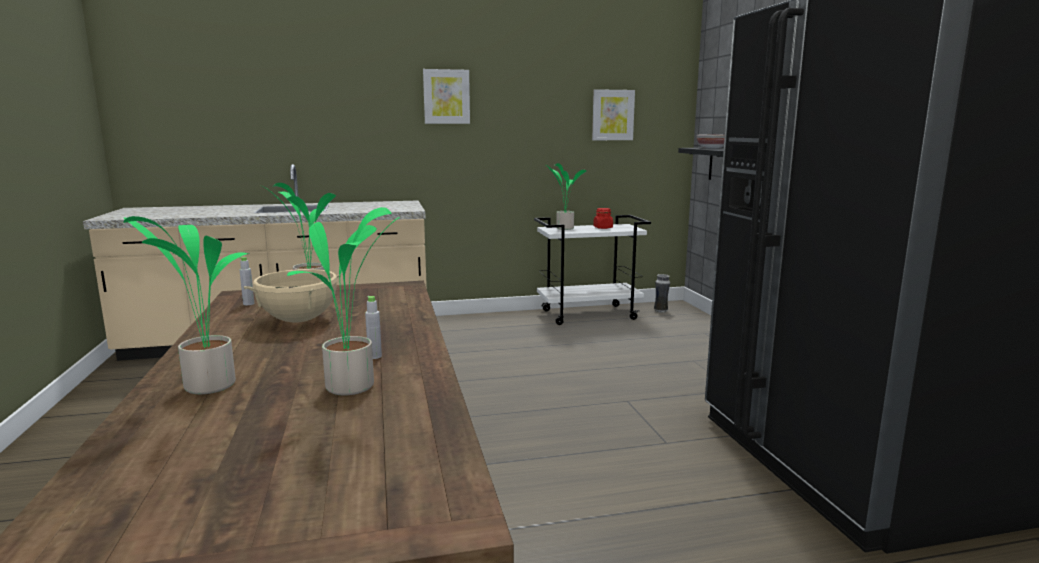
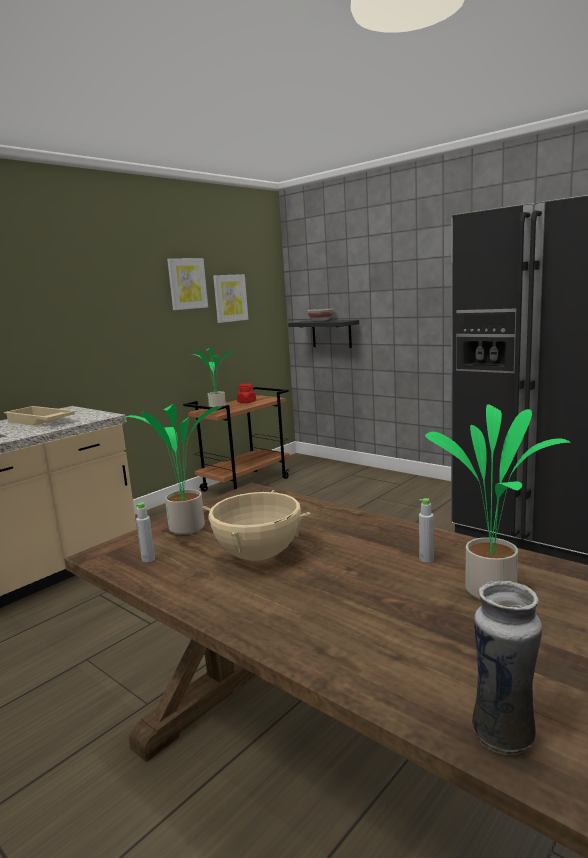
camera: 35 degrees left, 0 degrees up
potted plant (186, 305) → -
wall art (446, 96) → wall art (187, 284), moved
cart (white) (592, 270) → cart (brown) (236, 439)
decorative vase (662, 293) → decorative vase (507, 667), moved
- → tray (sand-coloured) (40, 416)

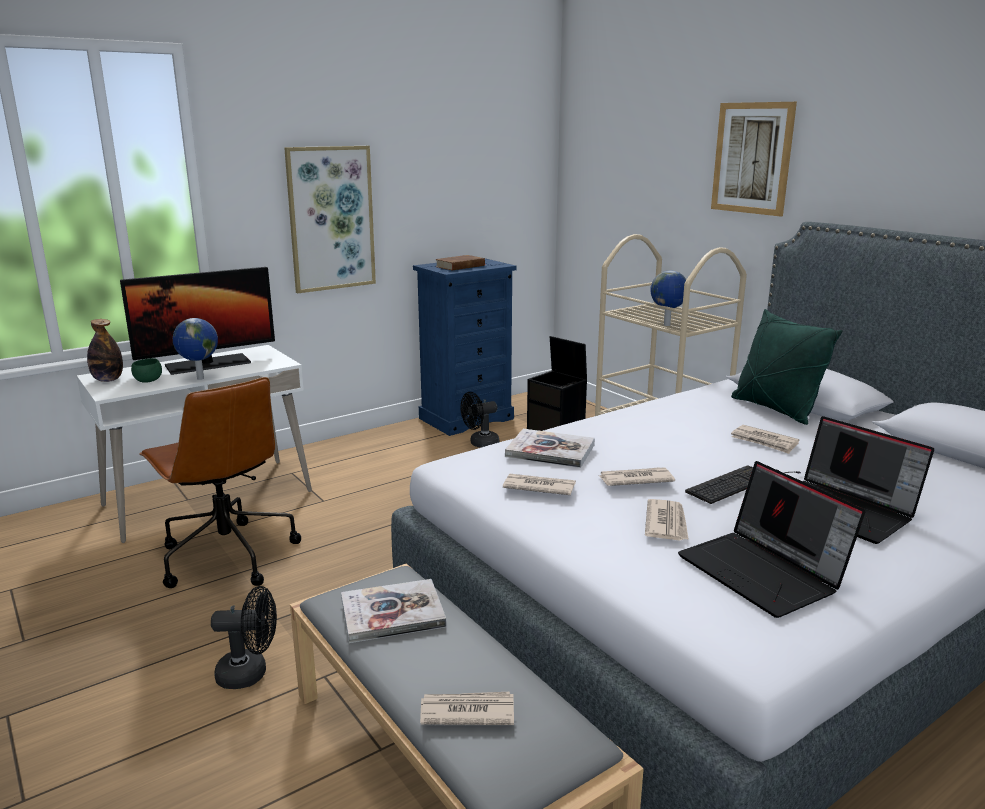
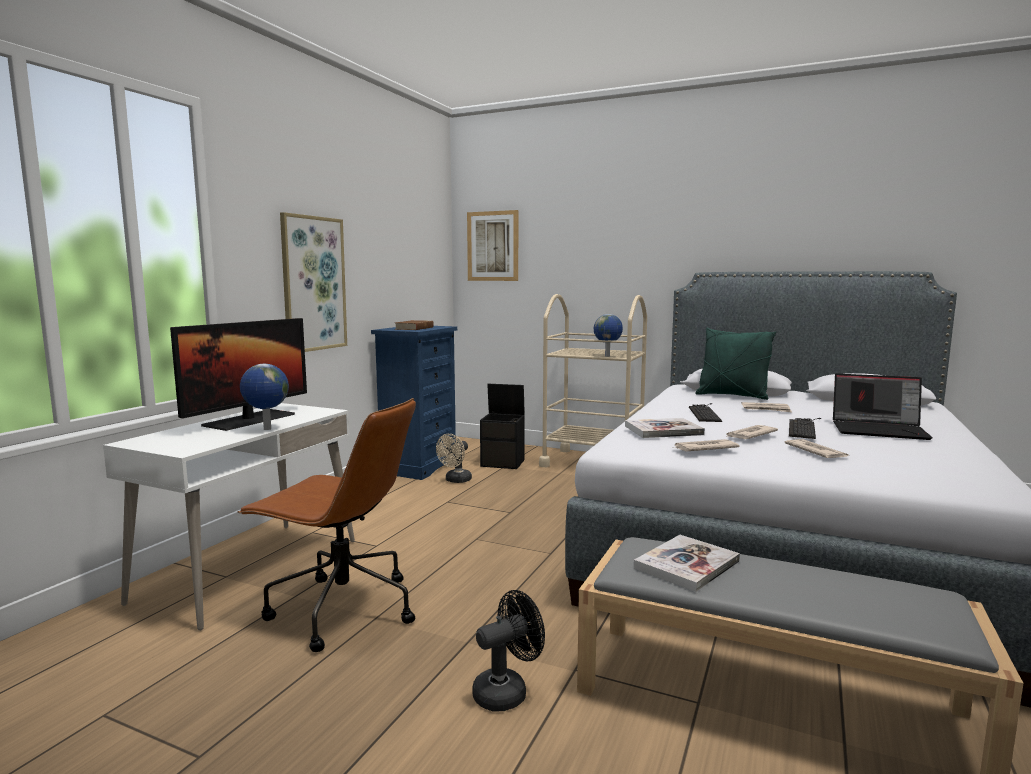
camera: 30 degrees left, 10 degrees down
bottle (105, 350) → -
serving bowl (green) (146, 370) → -
daily paper (467, 708) → -
fan (blackish) (479, 420) → fan (sand-coloured) (454, 458)
notebook computer (771, 539) → -
wall art (754, 159) → wall art (492, 245), moved
- → keyboard (705, 412)

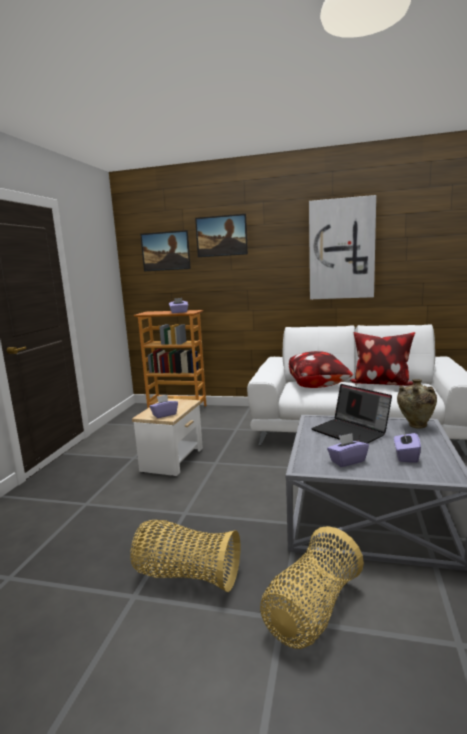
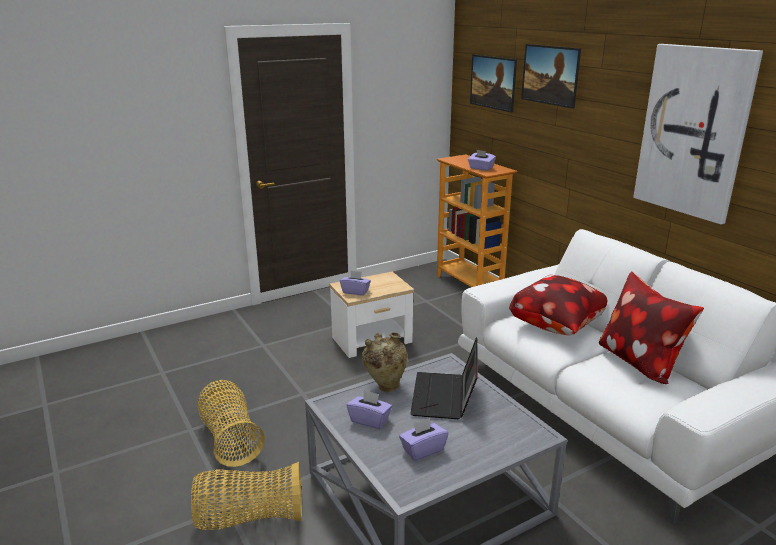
camera: 45 degrees right, 10 degrees up
decorative vase (sand-coloured) (417, 404) → decorative vase (sand-coloured) (385, 362), moved

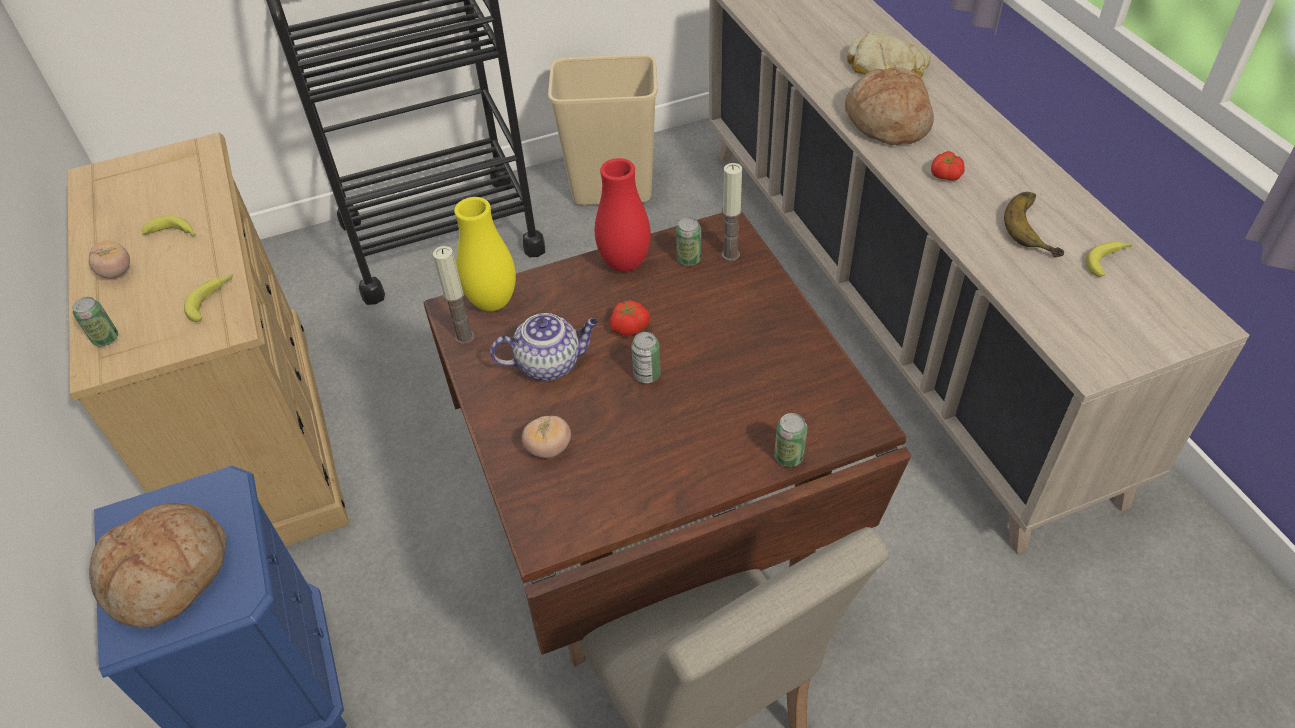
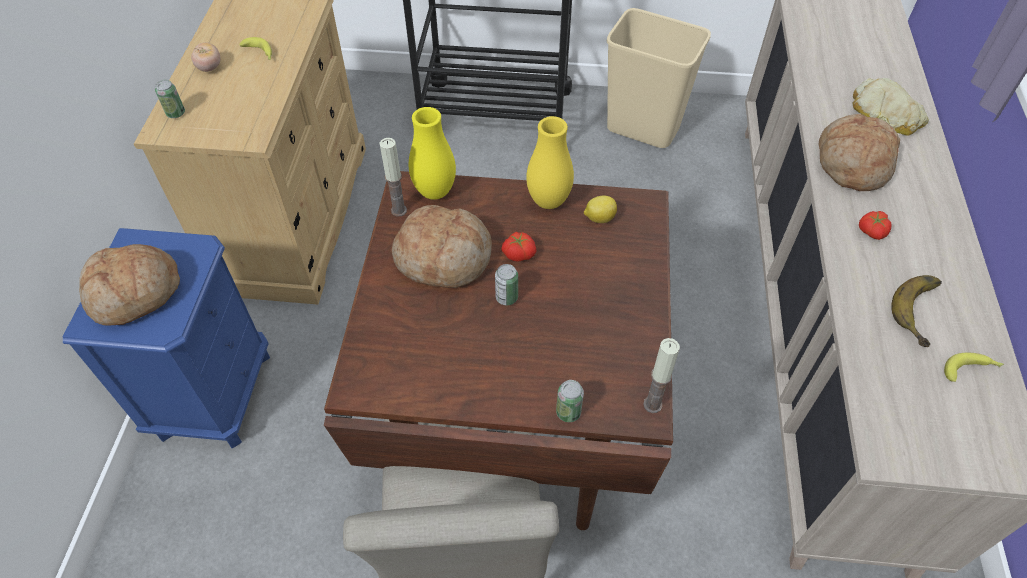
camera: 25 degrees right, 5 degrees up
banana fruit (208, 298) → -
pot for tea (544, 347) → bread (442, 246)
fresh tomato (546, 437) → -
decorative vase (red) (623, 215) → decorative vase (yellowish) (550, 162)
can (688, 241) → citrus fruit (600, 209)
candle (731, 212) → candle (661, 375), moved

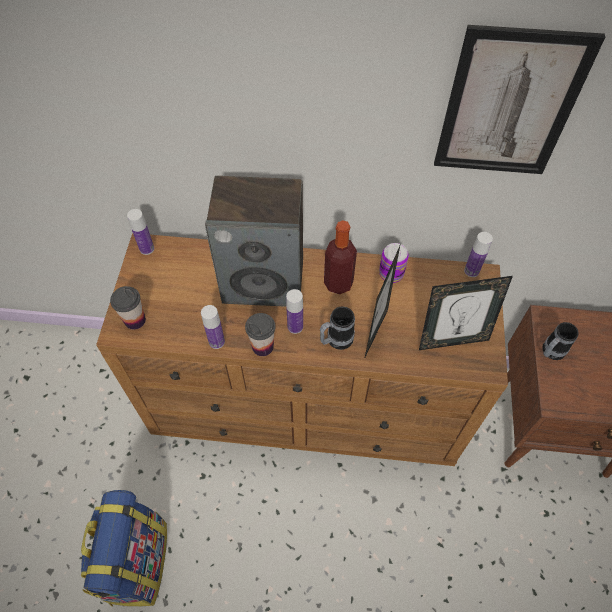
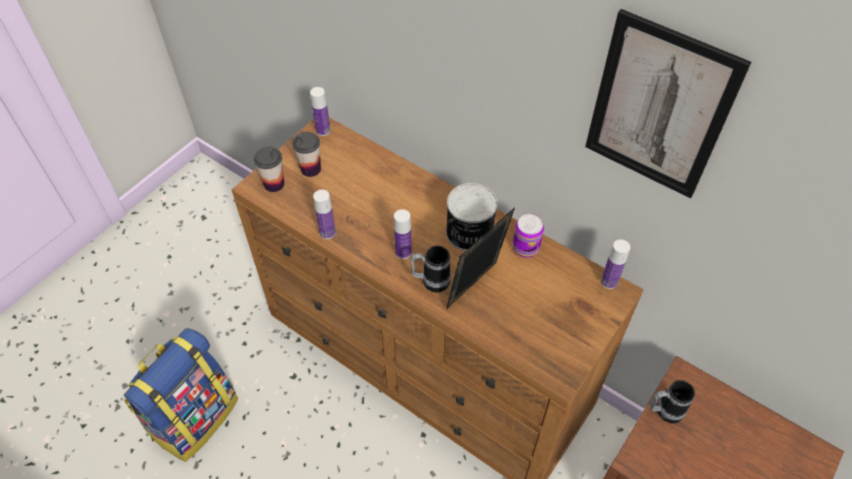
camera: 30 degrees right, 5 degrees down
loudspeaker (254, 241) → -
cup (260, 334) → cup (306, 154), moved
bottle (340, 257) → can (471, 217)
picture frame (466, 313) → -

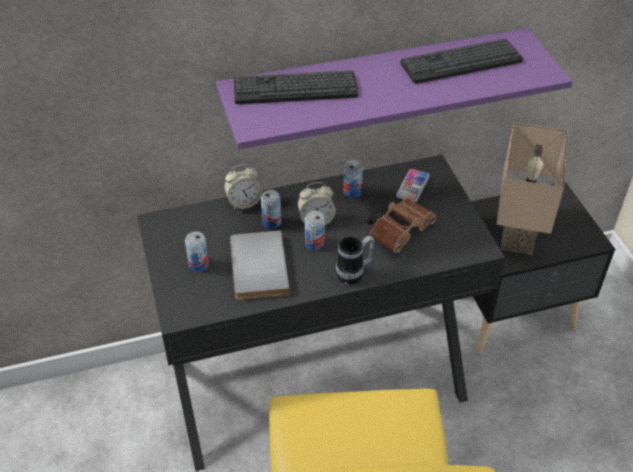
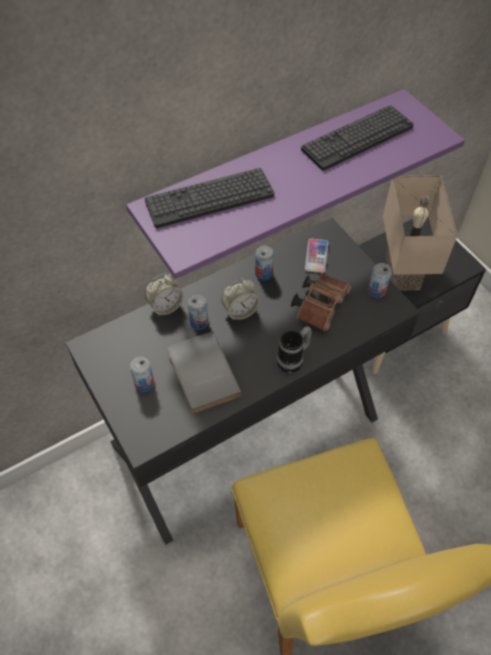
camera: 15 degrees left, 10 degrees up
can (315, 230) → can (380, 280), moved

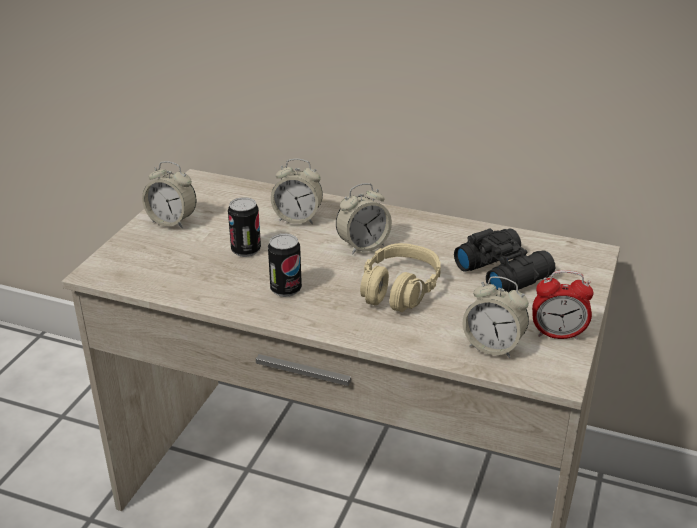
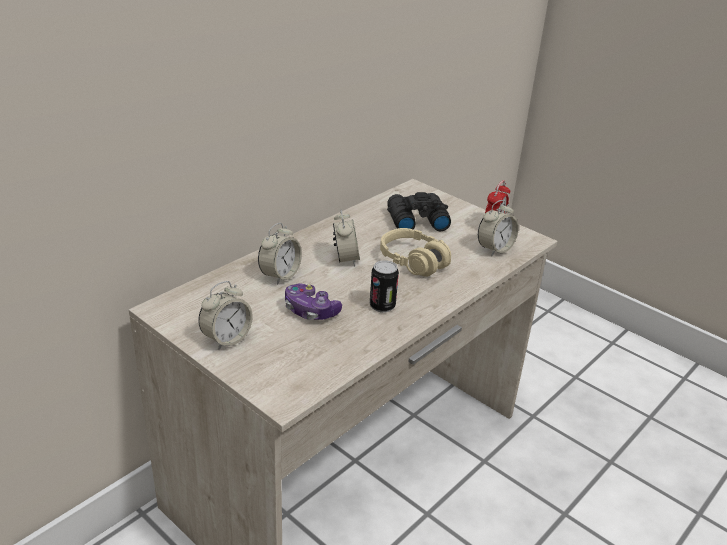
camera: 70 degrees left, 0 degrees up
can (244, 227) → joypad (313, 301)

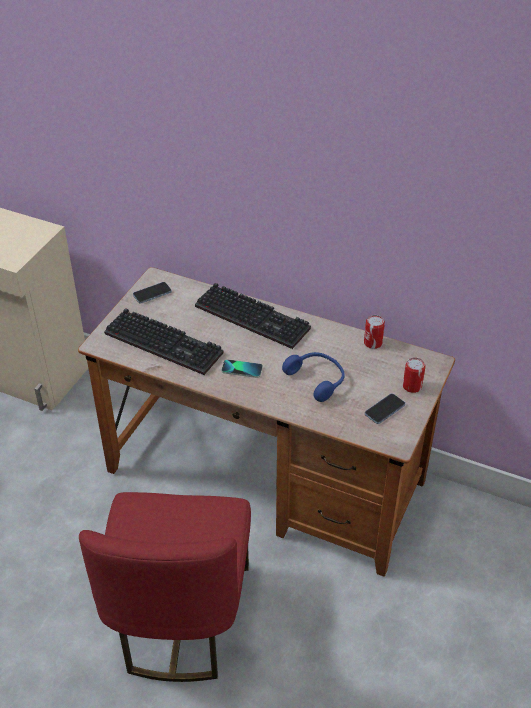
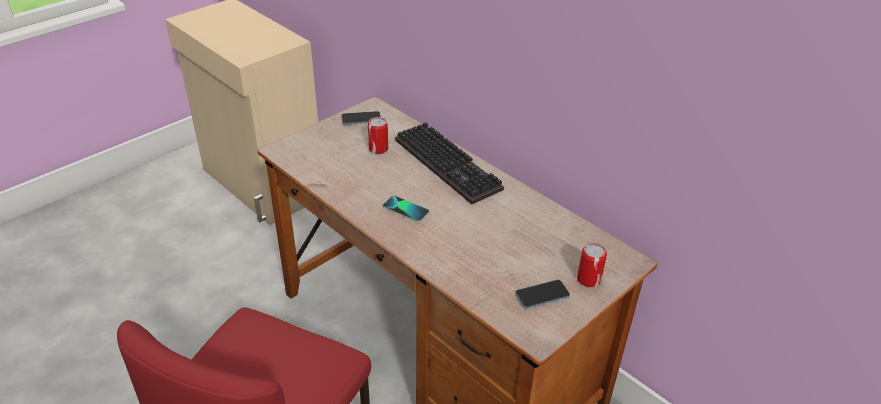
camera: 20 degrees right, 5 degrees down
keyboard (164, 341) → -
headset (blue-coloured) (313, 377) → -
can (374, 332) → can (378, 135), moved

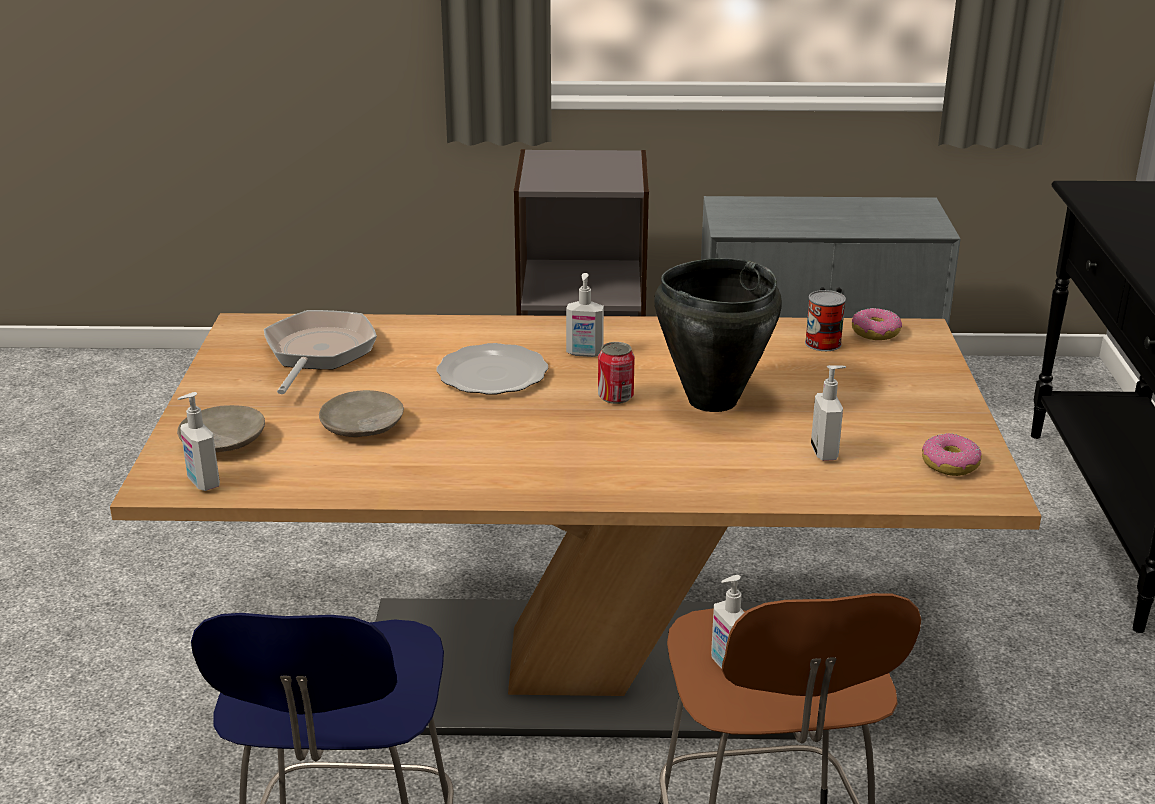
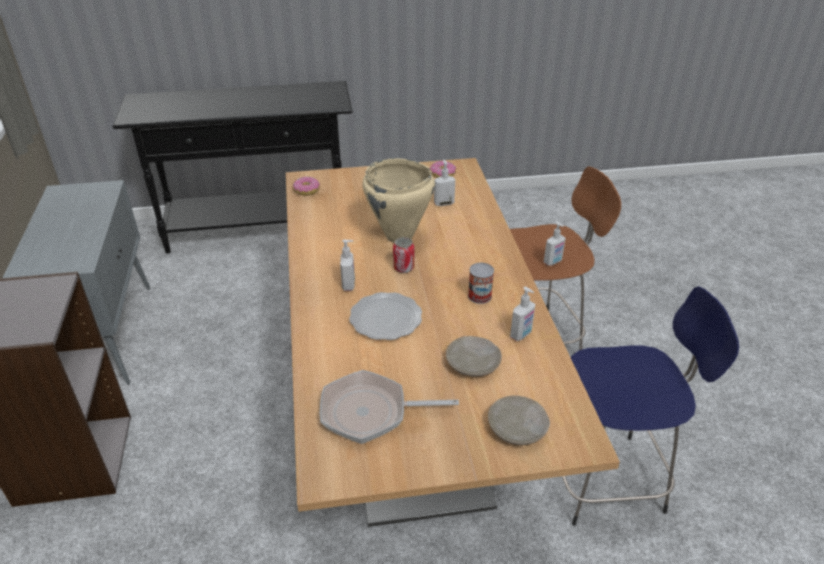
camera: 100 degrees left, 10 degrees up
soap bottle (199, 441) → soap bottle (522, 314), moved
cooking pot (blackish) (718, 335) → cooking pot (sand-coloured) (399, 200)
can (825, 320) → can (481, 283), moved

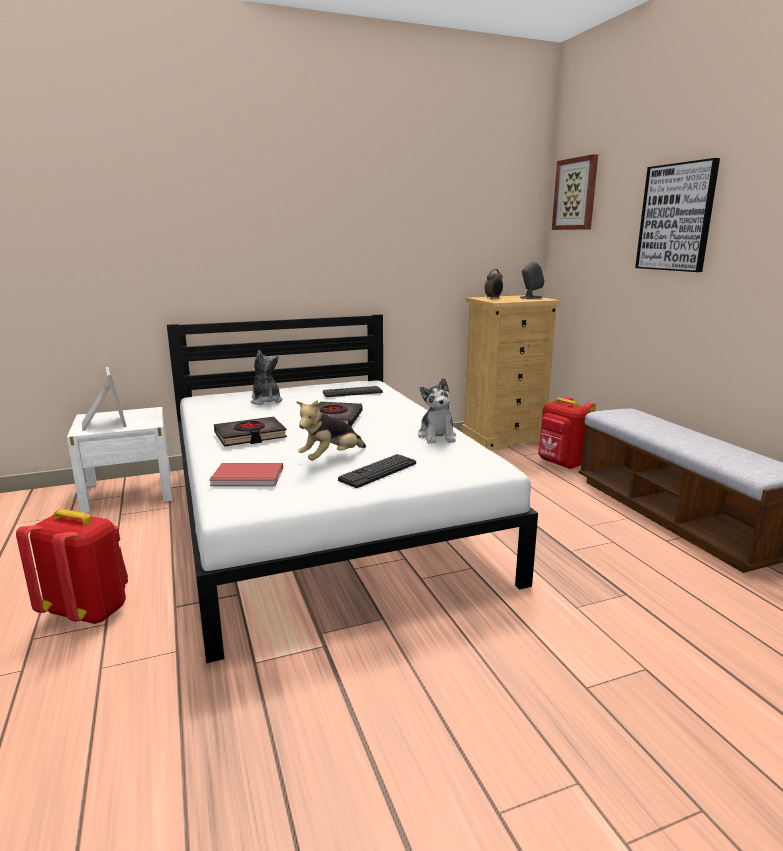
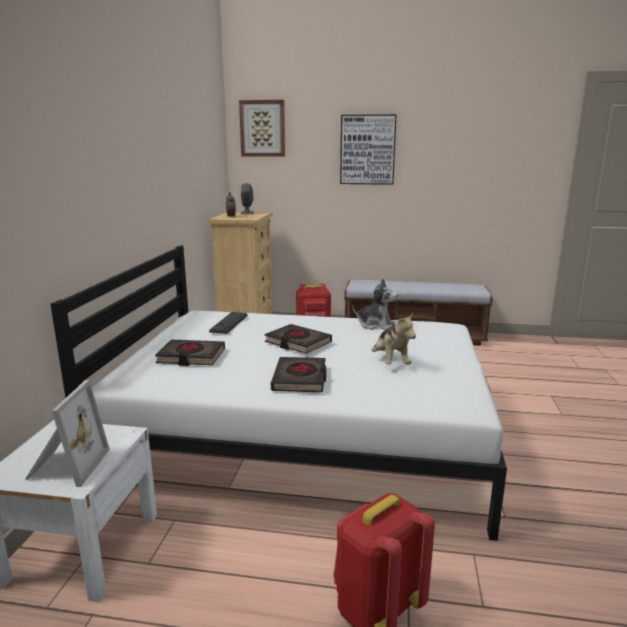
camera: 60 degrees left, 0 degrees up
picture frame (104, 399) → picture frame (67, 433), 90 degrees clockwise
book (red) (246, 474) → -
soft toy (266, 377) → book (blackish) (190, 353)
keyboard (377, 471) → -

